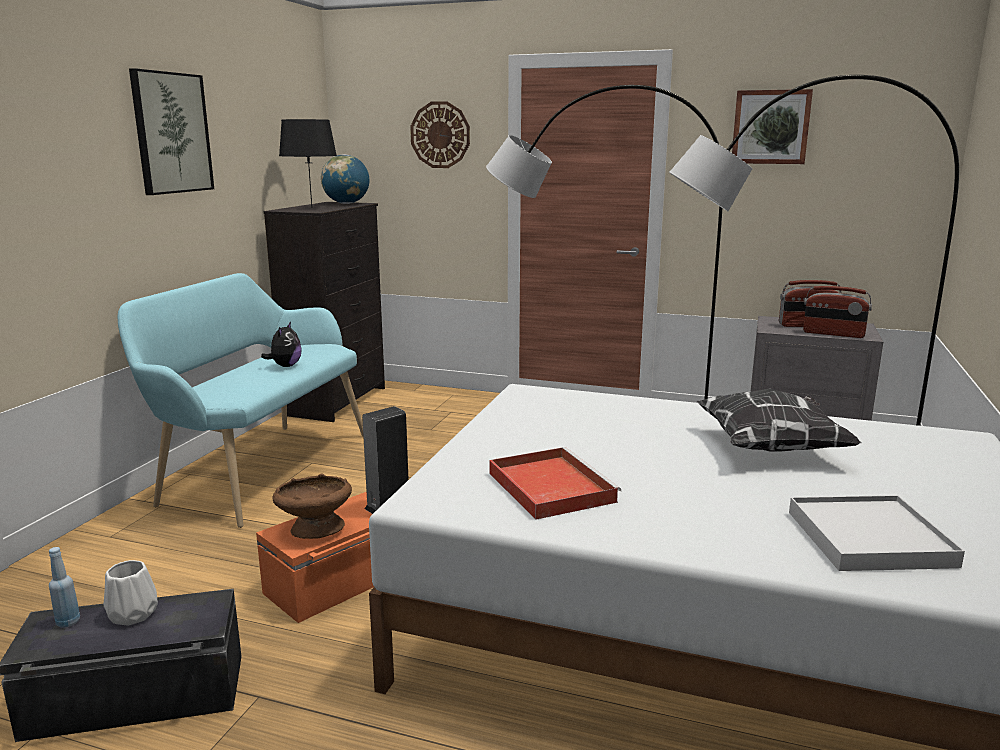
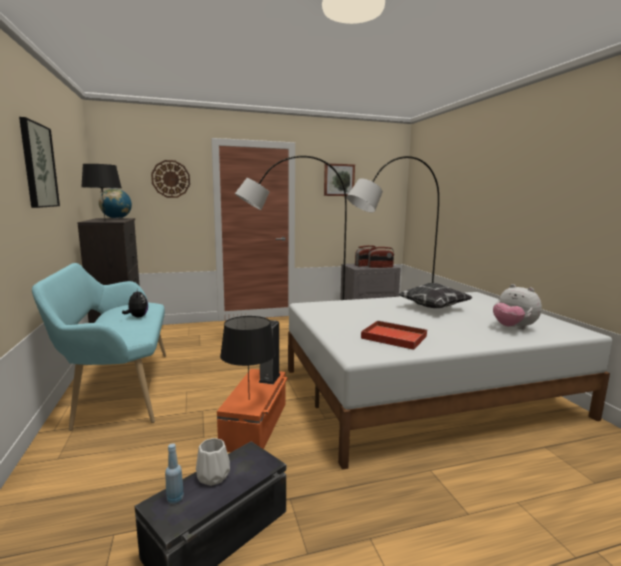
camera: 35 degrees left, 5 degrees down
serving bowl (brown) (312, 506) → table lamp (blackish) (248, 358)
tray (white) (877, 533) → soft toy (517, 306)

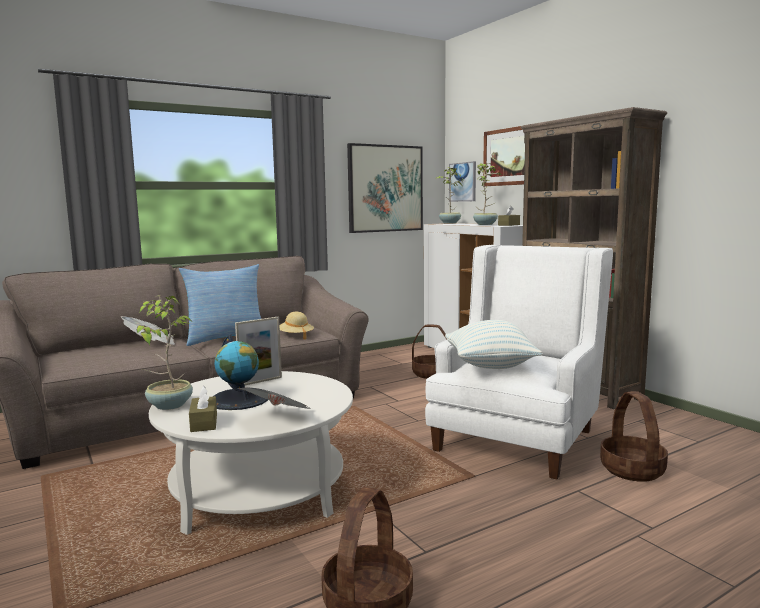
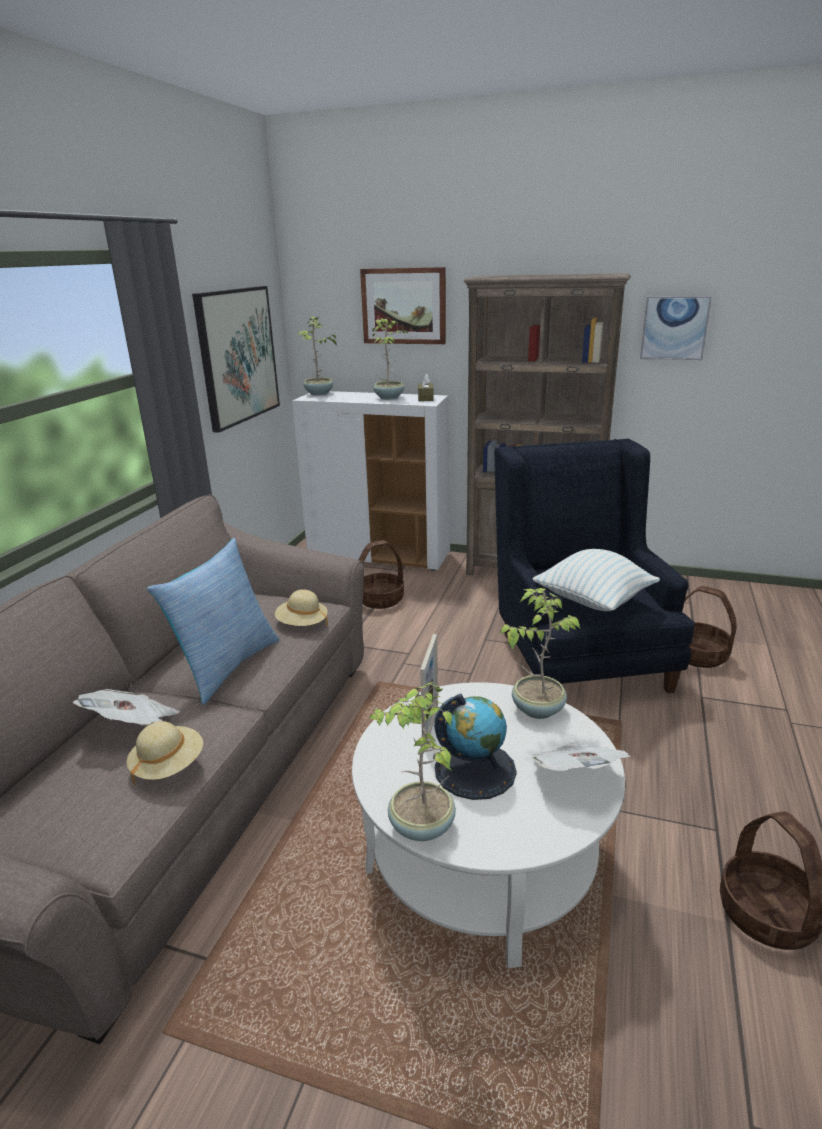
camera: 40 degrees left, 15 degrees up
tissue holder (brown) (203, 409) → -
armchair (white) (519, 362) → armchair (blue-coloured) (594, 565)
wall art (462, 181) → wall art (676, 328), moved
- → hat (sand-coloured) (165, 753)
- → potted plant (540, 653)

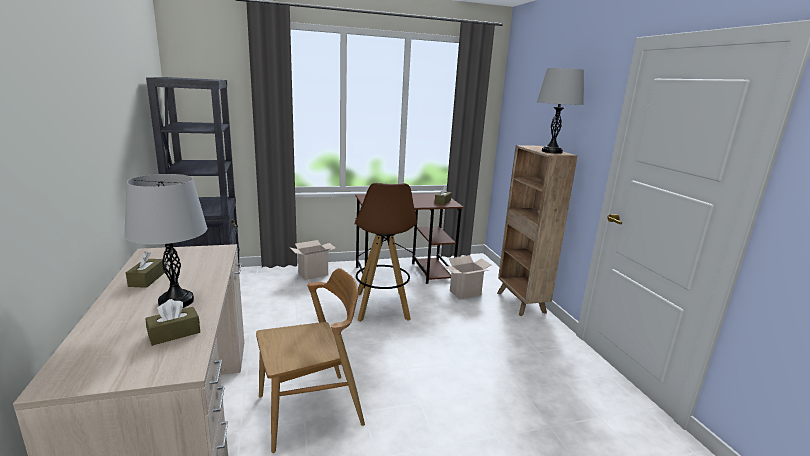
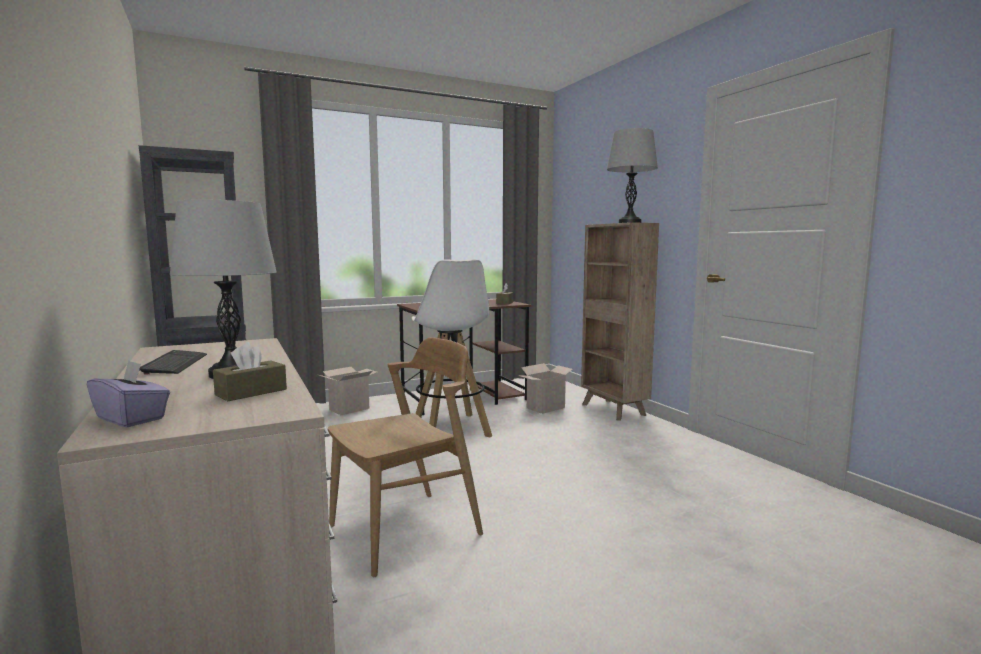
camera: 10 degrees left, 10 degrees down
tissue holder (brown) (145, 270) → keyboard (173, 362)
stool seat (brown) (386, 252) → stool seat (white) (452, 348)
- → tissue holder (purplish) (128, 394)

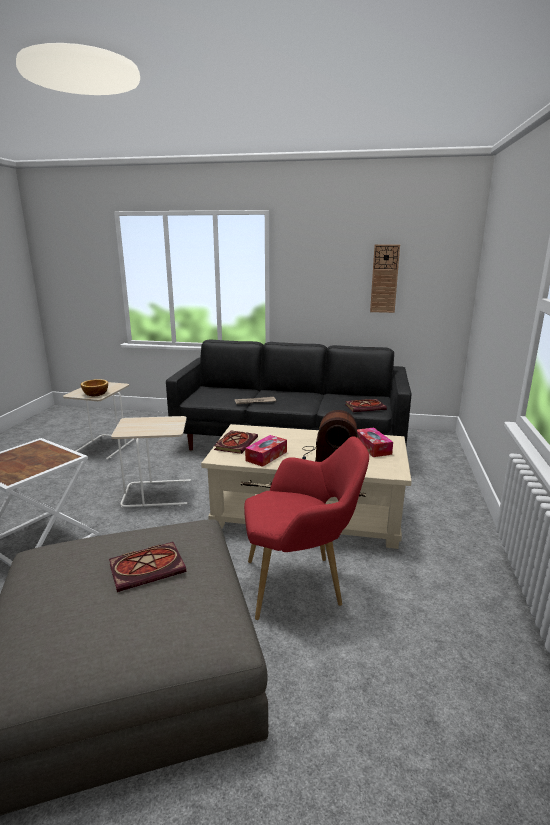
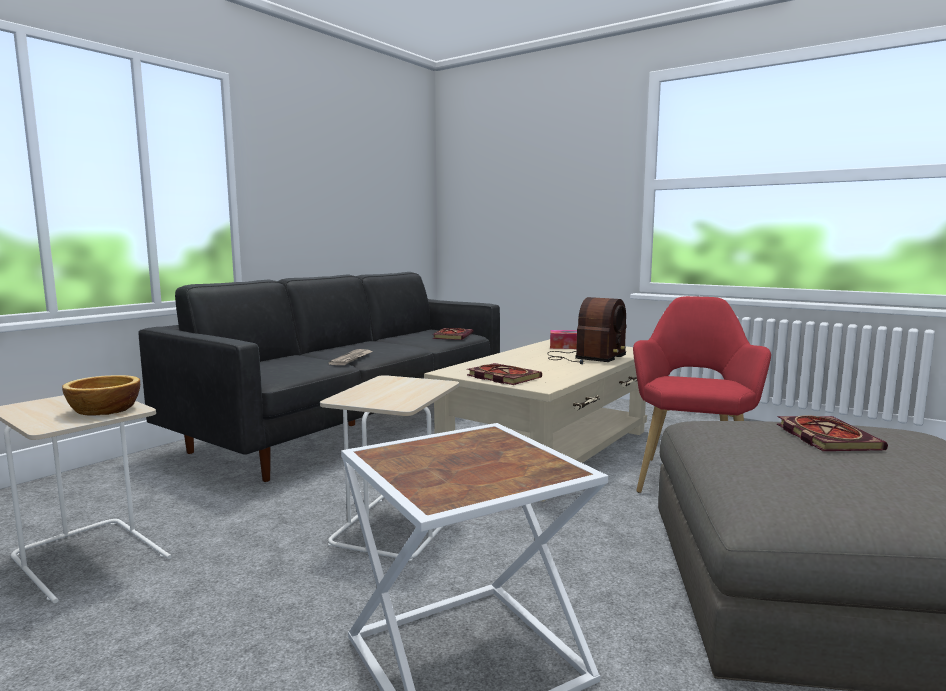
camera: 65 degrees left, 10 degrees down
tissue holder (266, 451) → -
clock on the wall (385, 278) → -

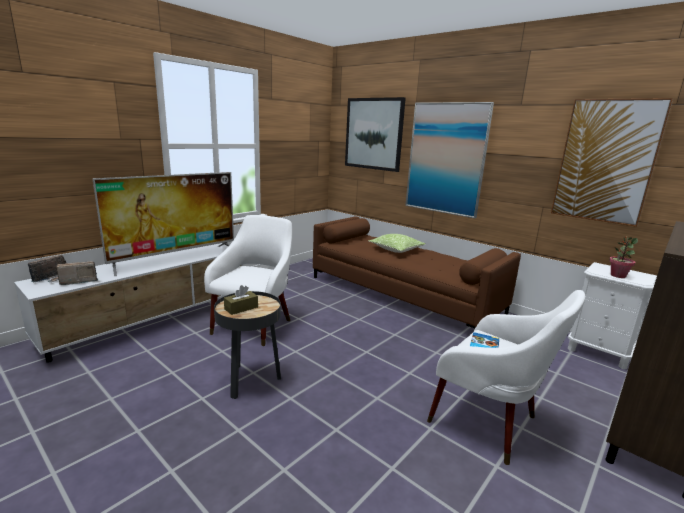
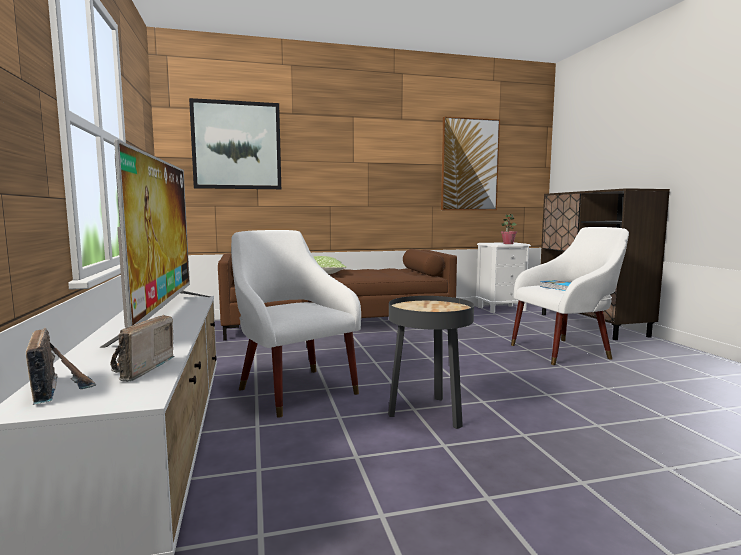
camera: 55 degrees left, 10 degrees down
tissue holder (brown) (241, 300) → -
wall art (449, 160) → -

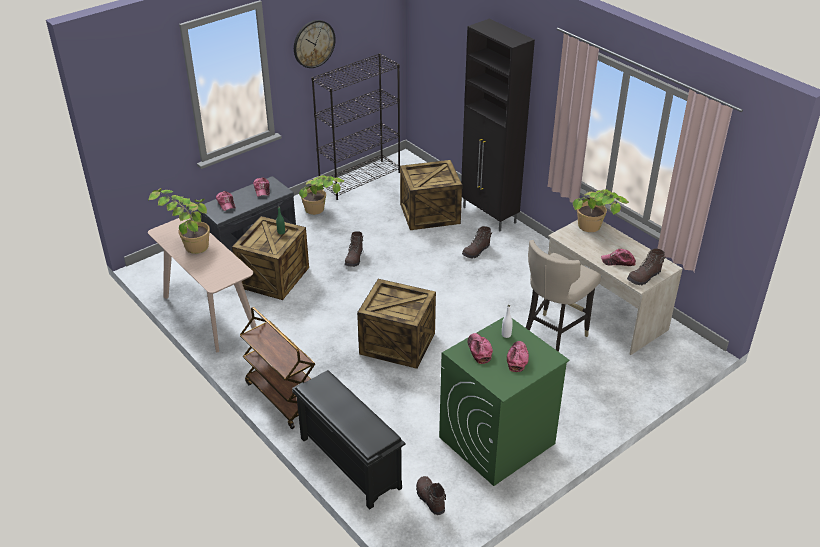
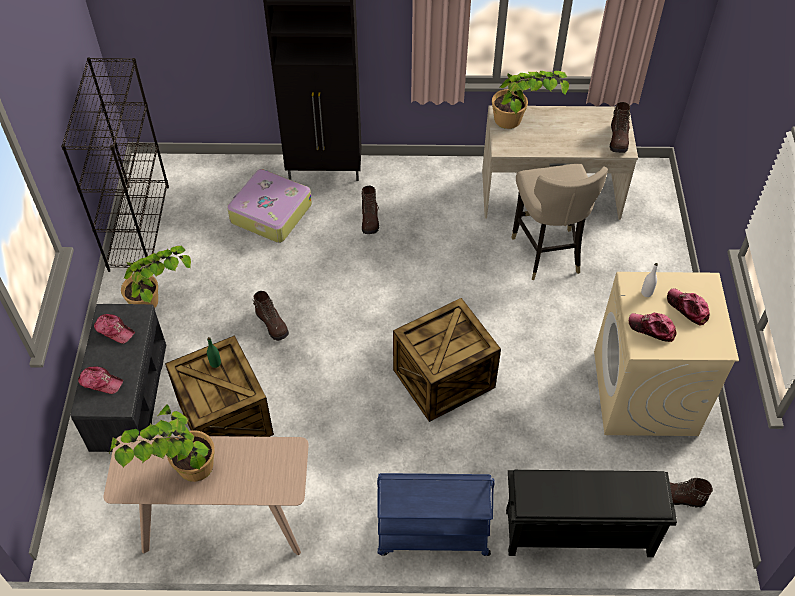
camera: 50 degrees left, 15 degrees up
cart (brown) (277, 368) → cart (blue-coloured) (436, 514)
clock on the wall (315, 44) → -
crate (431, 195) → suitcase (269, 206)
laundry appliance (green) (504, 401) → laundry appliance (sand-coloured) (666, 354)
baseball cap (618, 257) → -

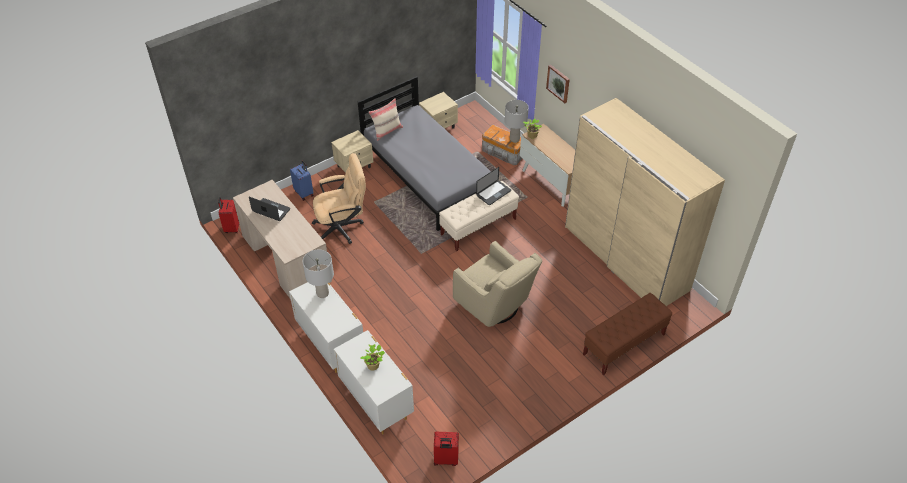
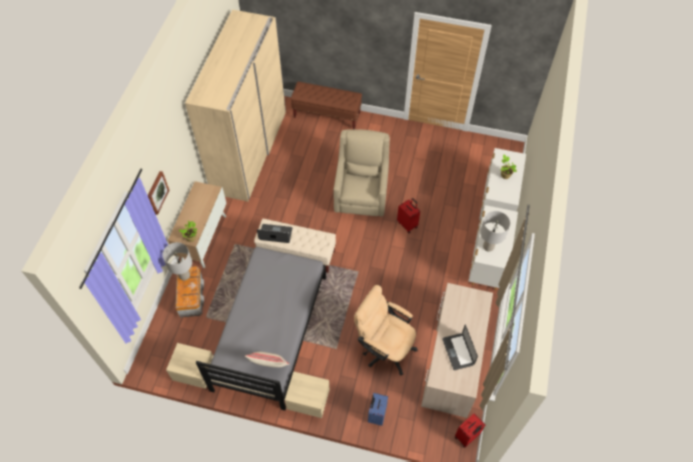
camera: 130 degrees left, 10 degrees up
suitcase (red) (446, 449) → suitcase (red) (408, 215), moved

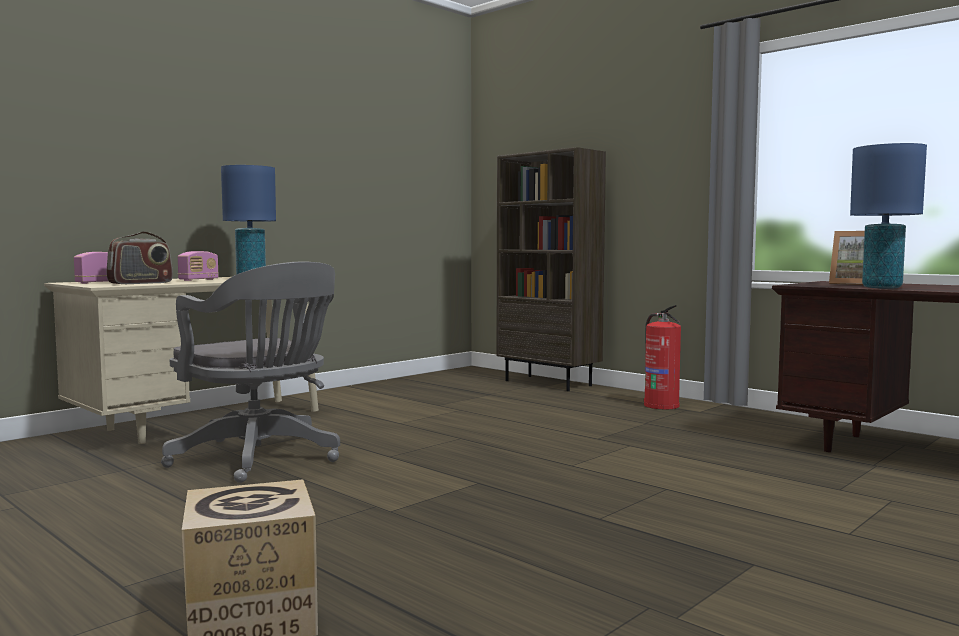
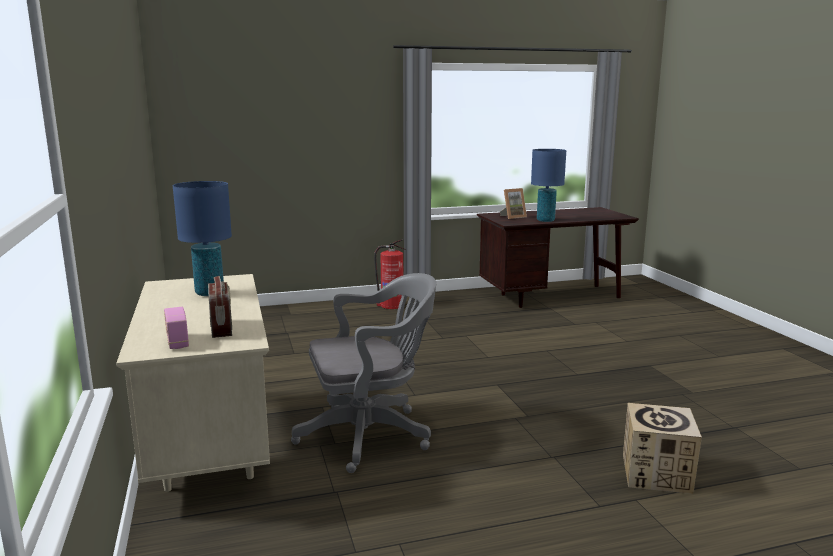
camera: 60 degrees left, 10 degrees up
radio receiver (198, 266) → -
shelving unit (brown) (551, 269) → -

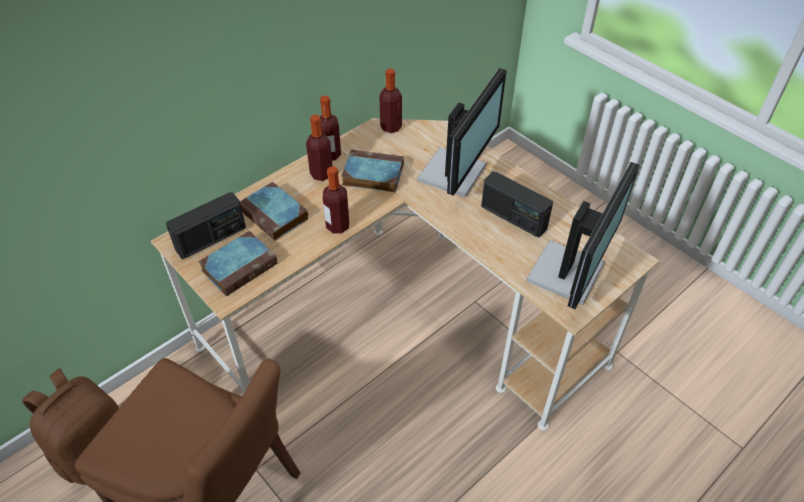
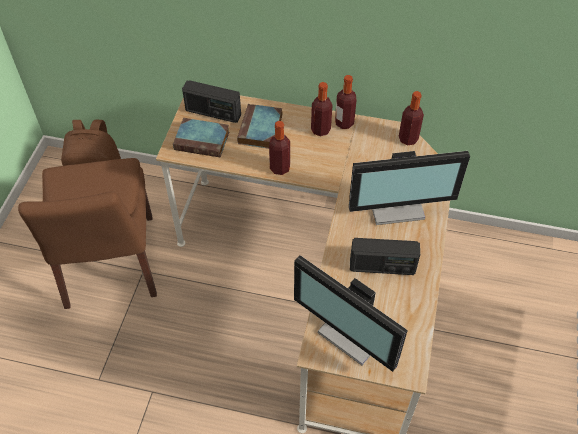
camera: 55 degrees right, 5 degrees up
book (372, 171) → -
radio receiver (517, 205) → radio receiver (385, 256), 90 degrees counterclockwise
monitor (583, 235) → monitor (351, 313), 45 degrees clockwise

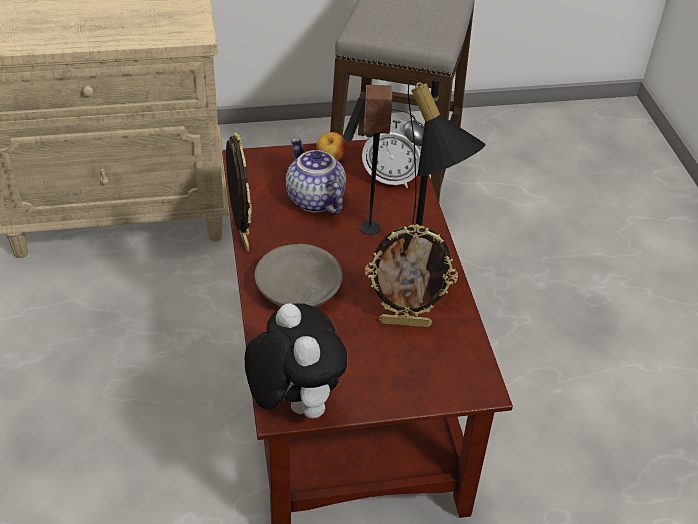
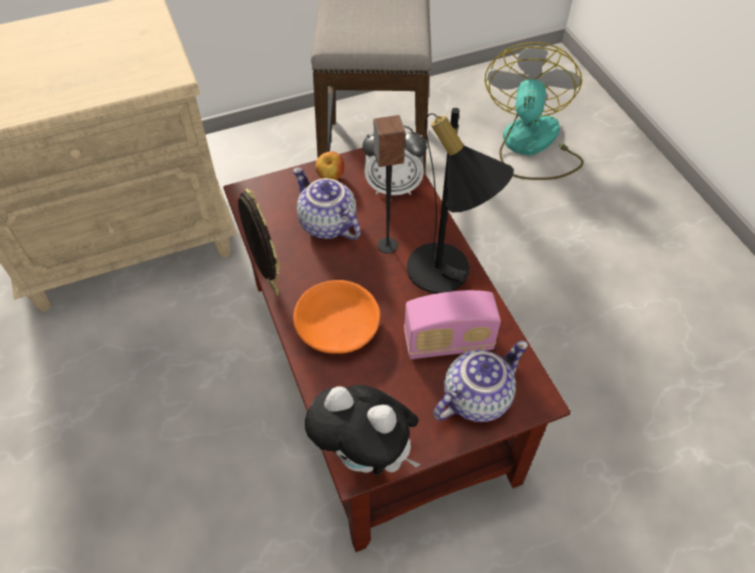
camera: 10 degrees left, 10 degrees up
soft toy (296, 361) → soft toy (363, 430), 150 degrees clockwise
serving bowl (greyish) (298, 275) → serving bowl (orangey) (336, 317)
picture frame (411, 275) → radio receiver (452, 324)
- → pot for tea (480, 381)
- → fan (534, 111)

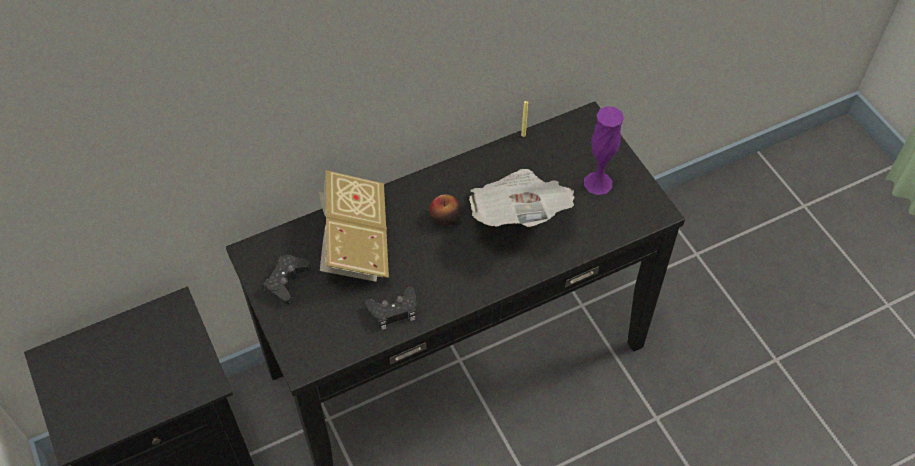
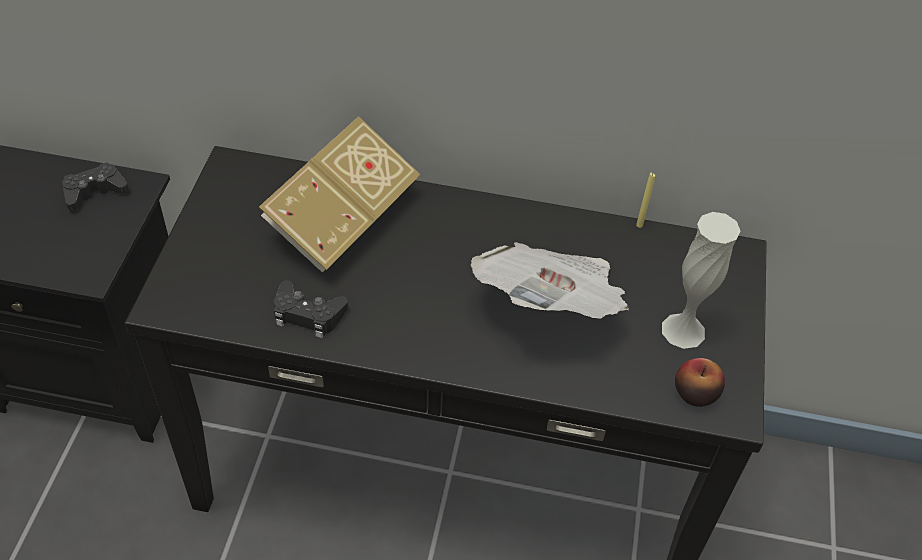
camera: 35 degrees right, 5 degrees down
joypad (blackish) (287, 279) → joypad (blackish) (95, 186), moved
apple (445, 210) → apple (700, 382), moved
decorative vase (purplish) (604, 150) → decorative vase (white) (701, 280)

